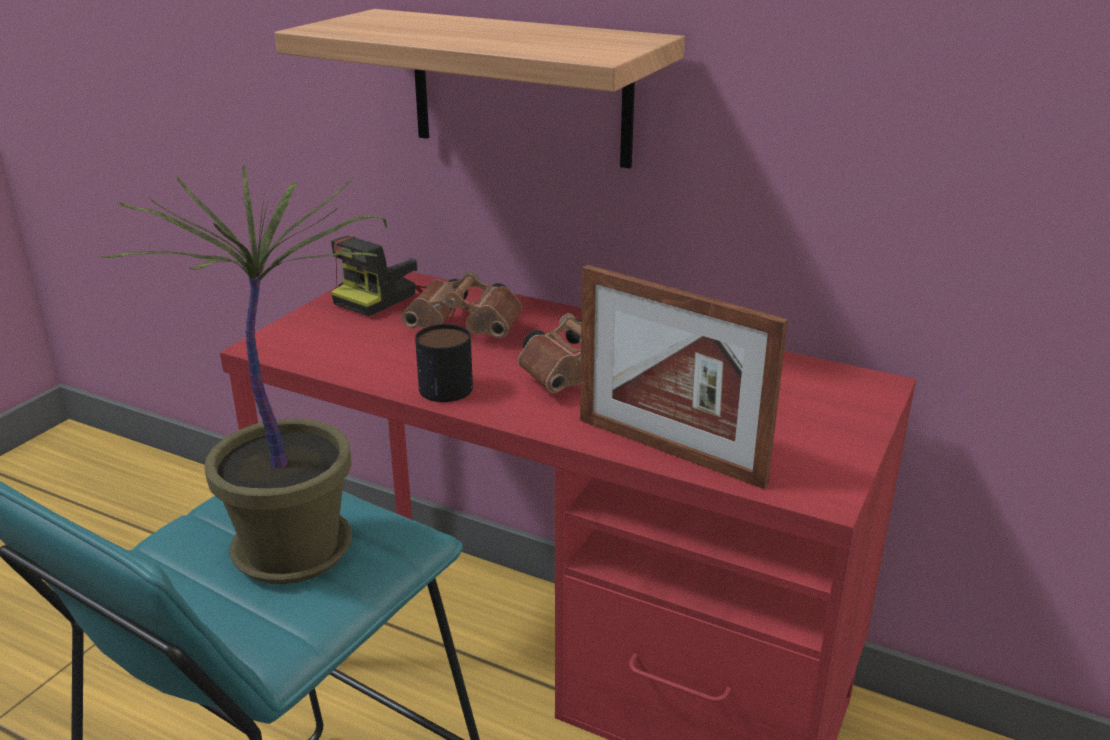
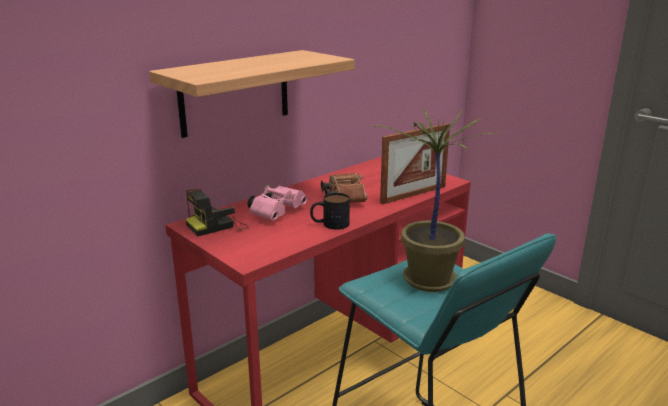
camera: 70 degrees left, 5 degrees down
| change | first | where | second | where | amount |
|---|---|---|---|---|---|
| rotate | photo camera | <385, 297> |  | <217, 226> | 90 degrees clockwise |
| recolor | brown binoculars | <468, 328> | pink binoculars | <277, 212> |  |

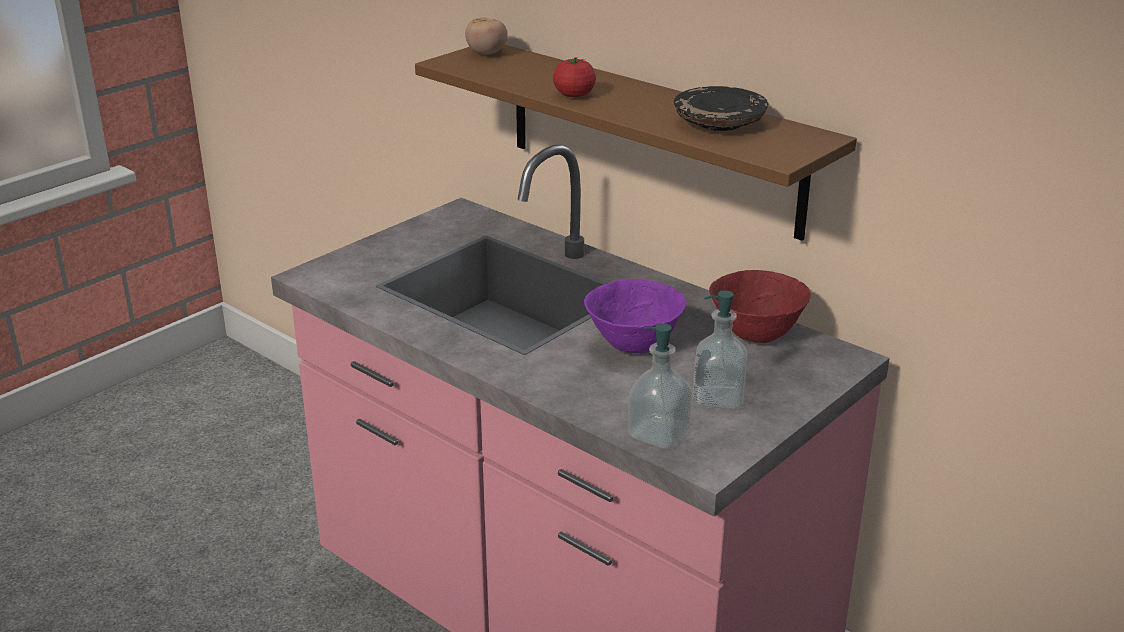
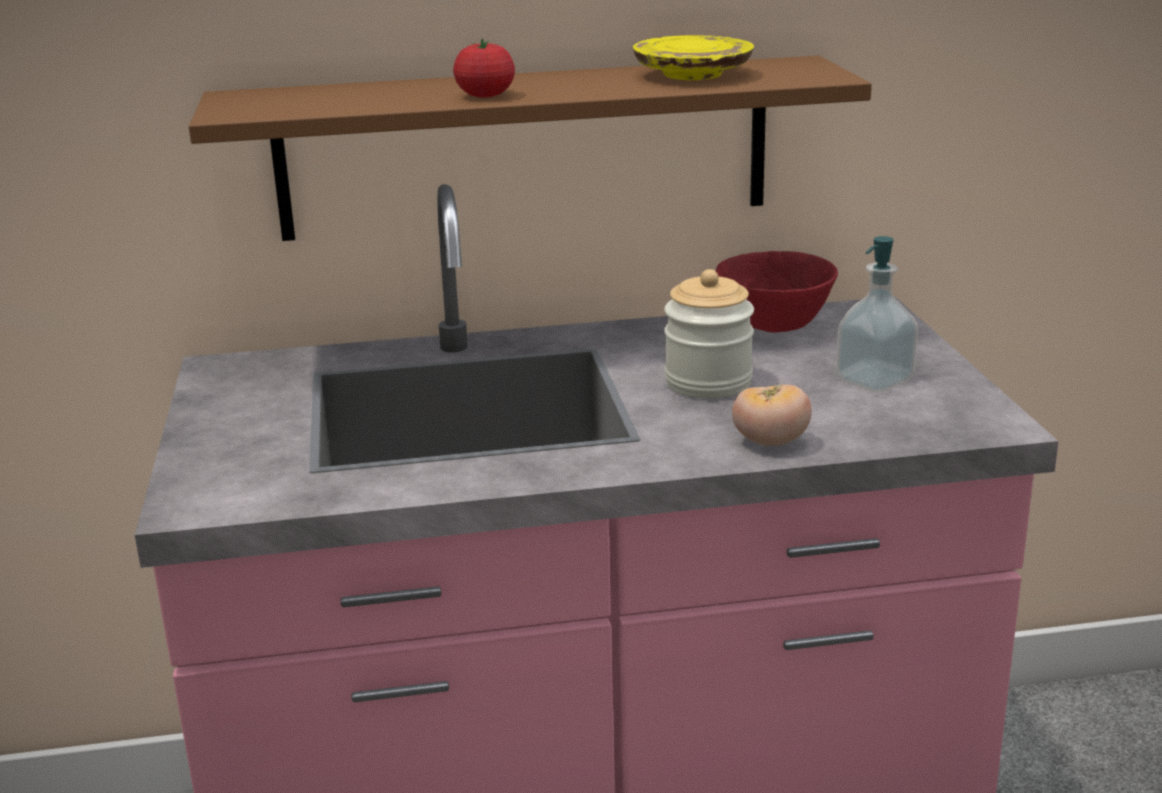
camera: 50 degrees left, 5 degrees down
| change | first | where | second | where | amount |
|---|---|---|---|---|---|
| move | tomato | <486, 53> |  | <770, 442> |  |
| replace | purple bowl | <633, 345> | jar | <708, 383> |  |
| delete | soap dispenser | <658, 434> |  |  |  |
| recolor | black plate | <720, 123> | yellow plate | <693, 75> |  |

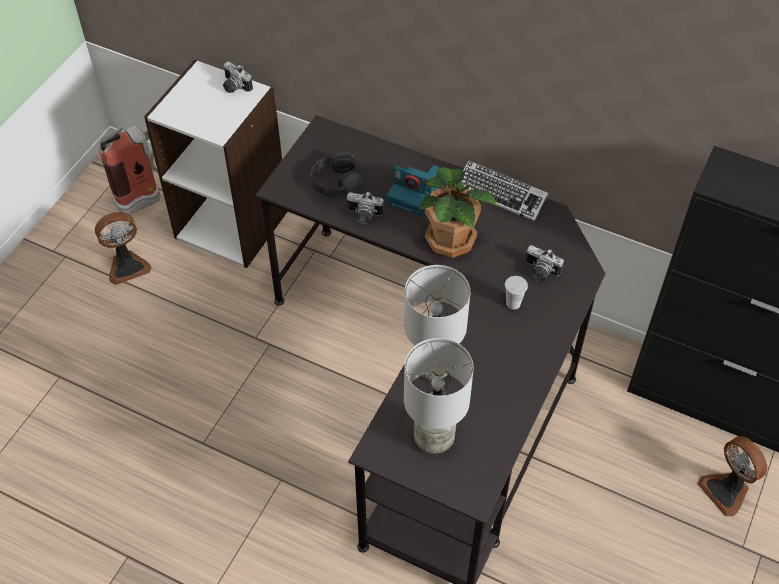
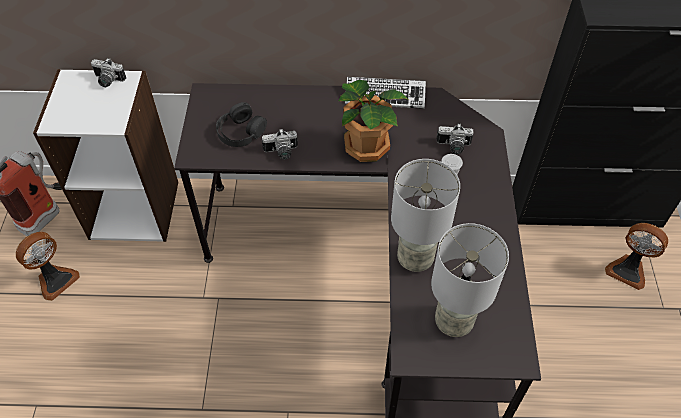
camera: 25 degrees left, 0 degrees up
| change | first | where | second | where | amount |
|---|---|---|---|---|---|
| delete | photo camera | <415, 195> |  |  |  |

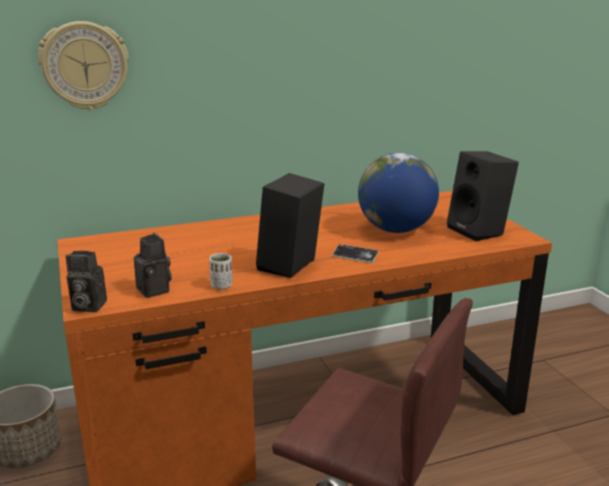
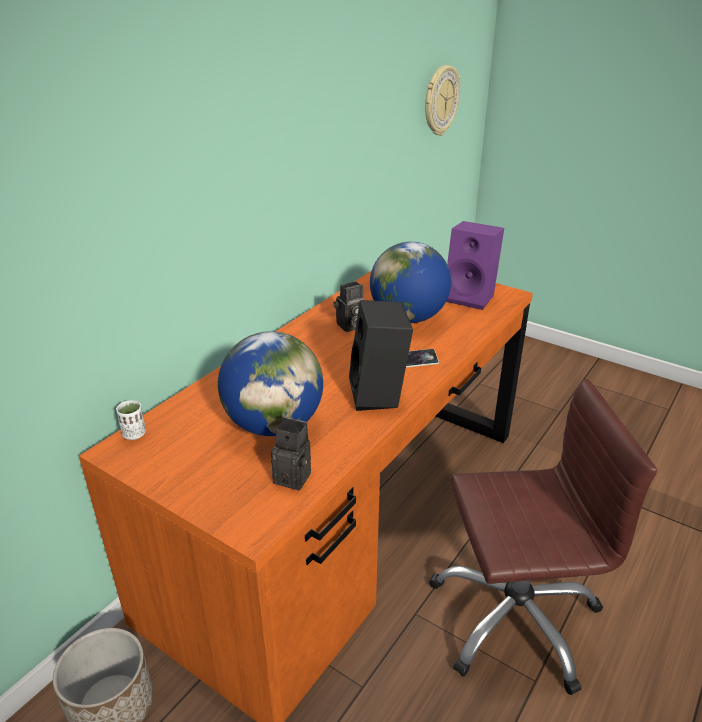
camera: 35 degrees left, 10 degrees up
| change | first | where | second | where | amount |
|---|---|---|---|---|---|
| move | wall clock | <85, 66> |  | <440, 100> |  |
| move | photo camera | <86, 306> |  | <350, 326> |  |
| move | white cup | <221, 286> |  | <134, 434> |  |
| recolor | black speaker | <479, 231> | purple speaker | <471, 297> |  |
| insert |  |  | globe | <274, 425> |  |

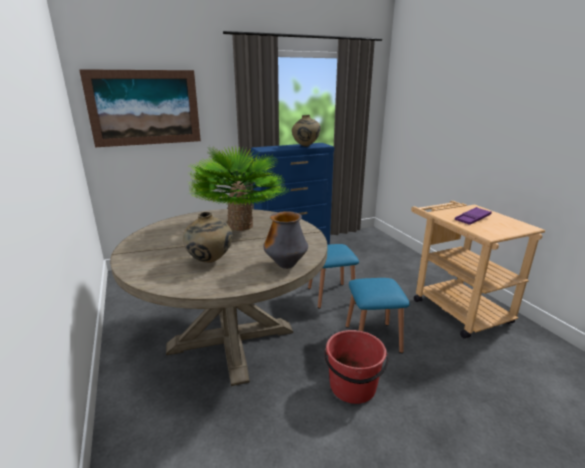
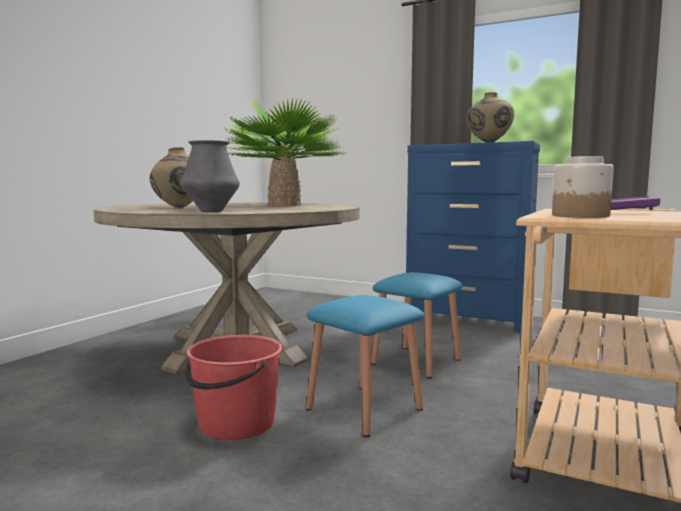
camera: 50 degrees right, 15 degrees down
| change | first | where | second | where | amount |
|---|---|---|---|---|---|
| delete | picture | <145, 108> |  |  |  |
| insert |  |  | jar | <580, 216> |  |

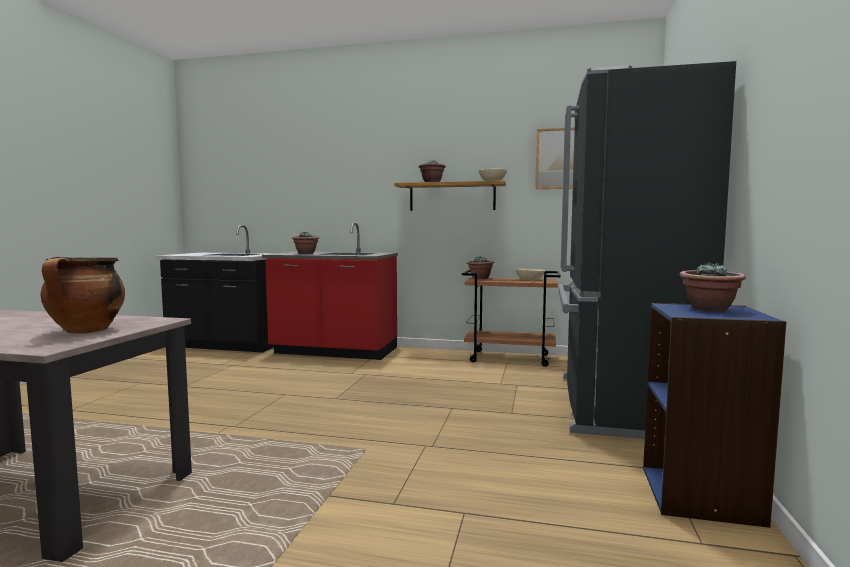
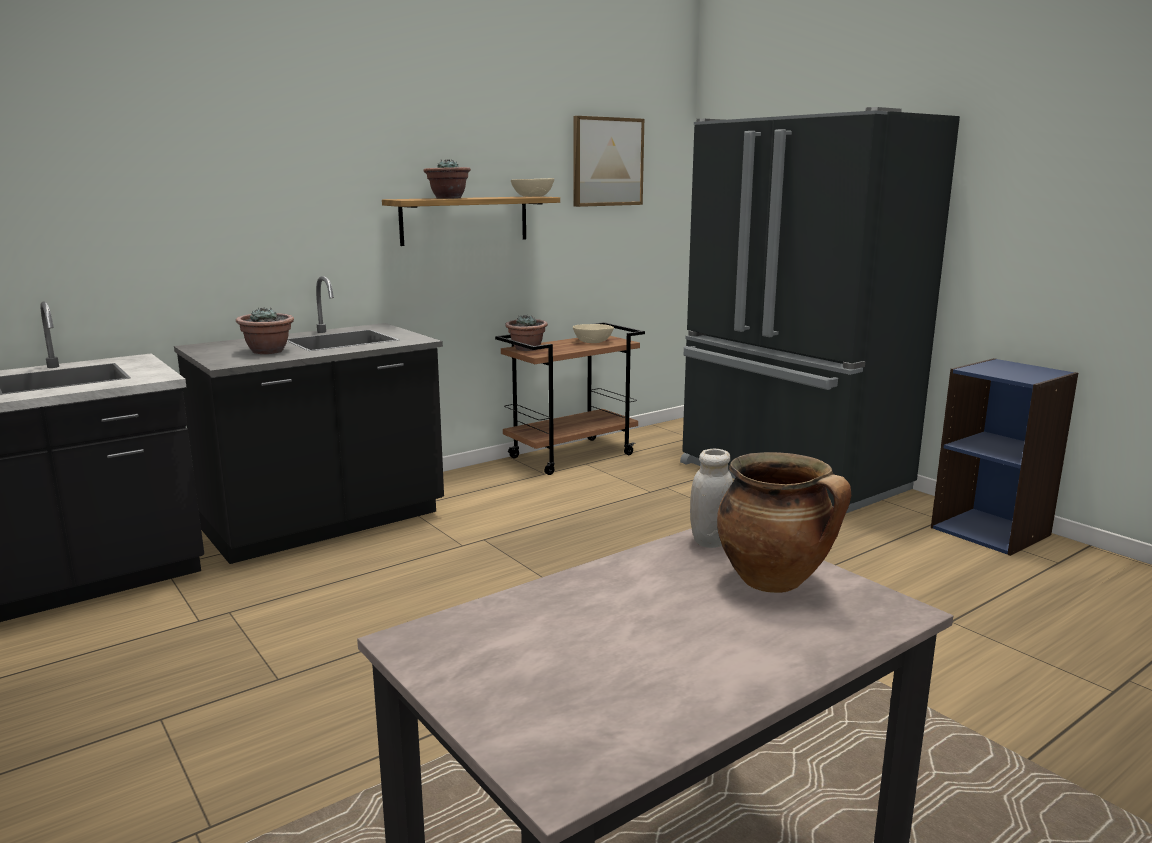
camera: 50 degrees left, 10 degrees up
| change | first | where | second | where | amount |
|---|---|---|---|---|---|
| recolor | red counter | <334, 351> | black counter | <325, 523> |  |
| delete | potted plant | <710, 309> |  |  |  |
| insert |  |  | white jar | <710, 541> |  |

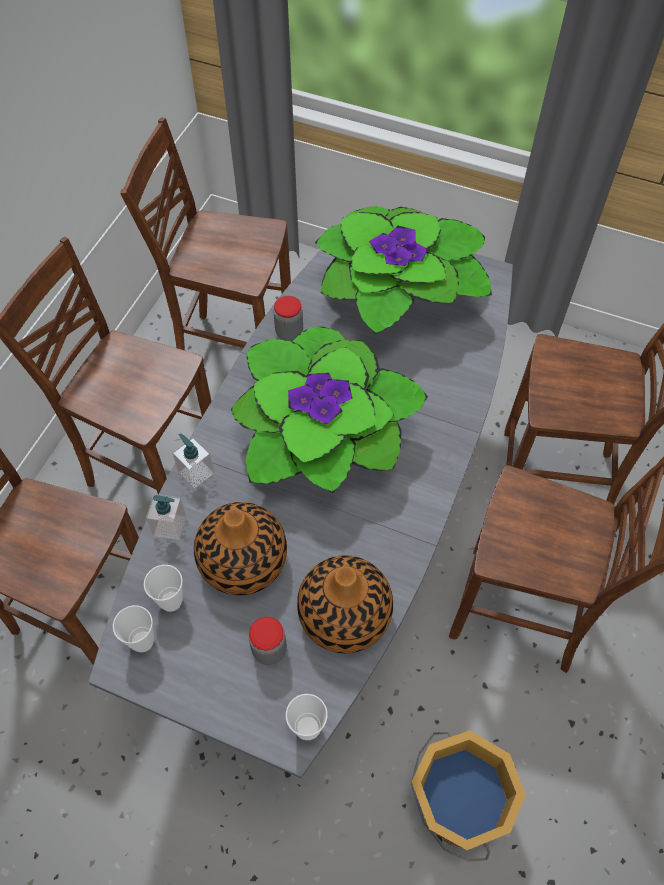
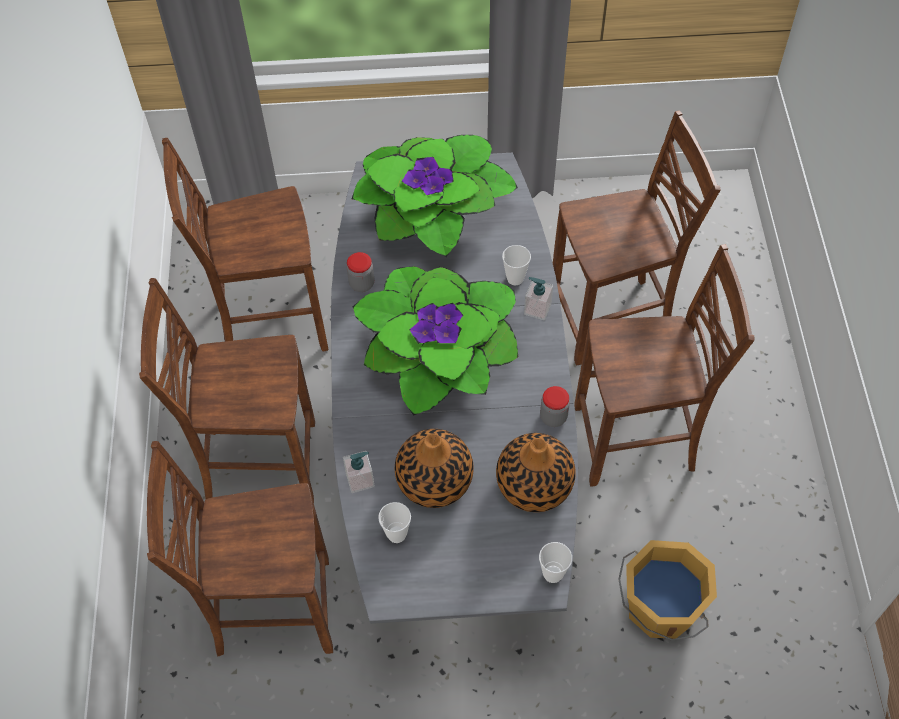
camera: 25 degrees left, 0 degrees up
| change | first | where | second | where | amount |
|---|---|---|---|---|---|
| move | cup | <142, 641> |  | <515, 278> |  |
| move | soap dispenser | <196, 472> |  | <537, 309> |  |
| move | jar | <269, 650> |  | <553, 417> |  |

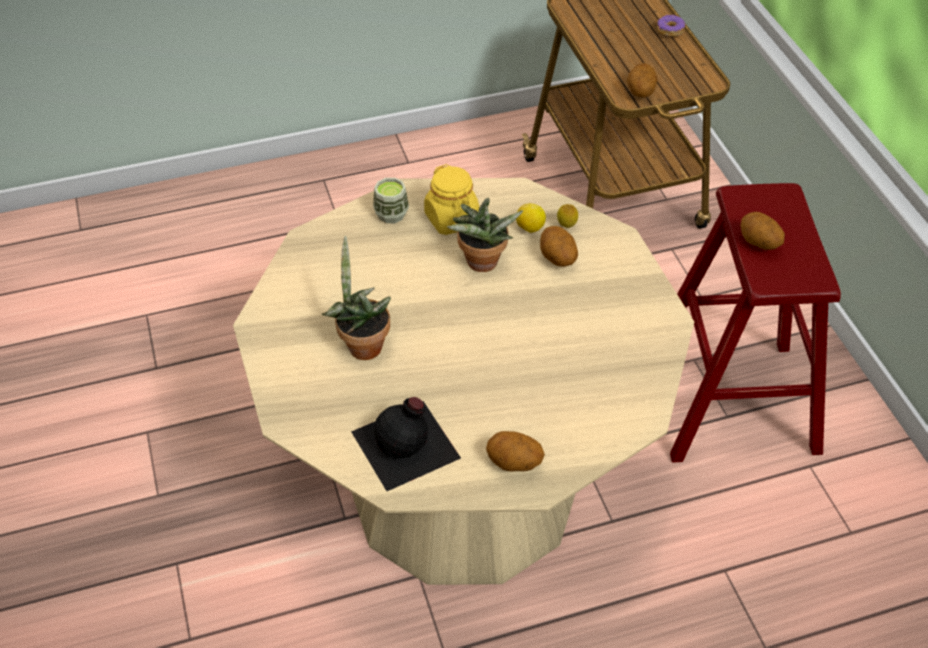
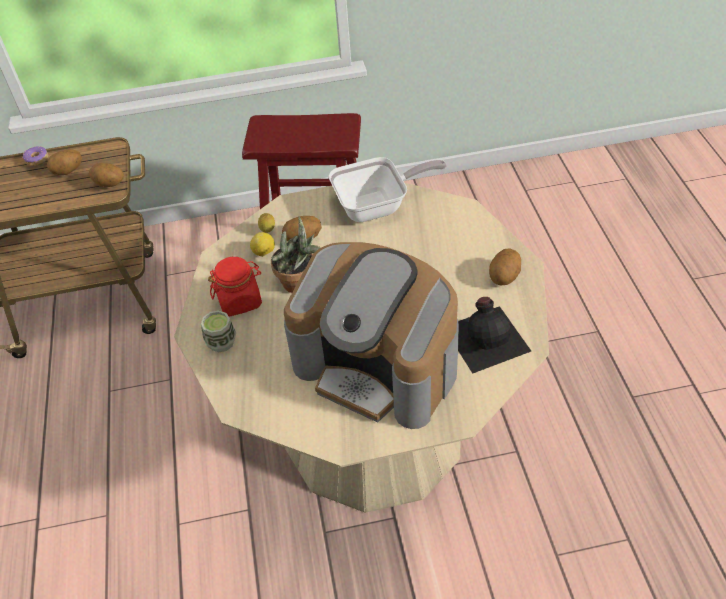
camera: 80 degrees left, 0 degrees up
| change | first | where | second | where | amount |
|---|---|---|---|---|---|
| replace | potted plant | <361, 345> | coffee machine | <378, 365> |  |
| recolor | yellow jar | <452, 219> | red jar | <240, 300> |  |
| move | potato | <758, 244> |  | <68, 171> |  |
| insert |  |  | frying pan | <378, 206> |  |

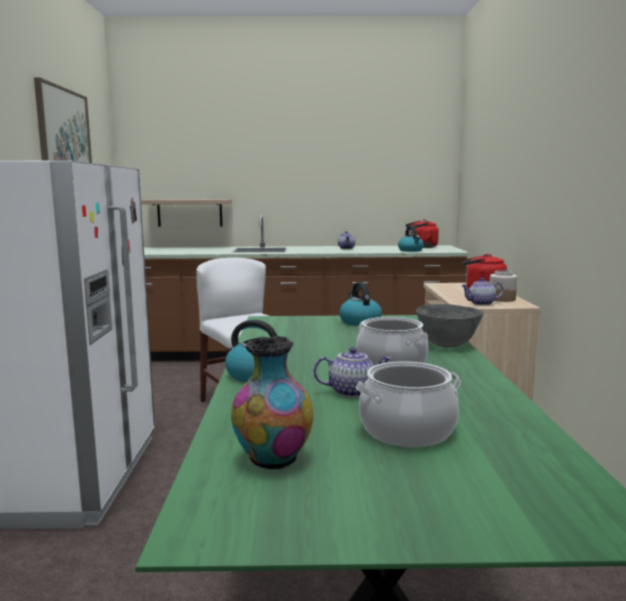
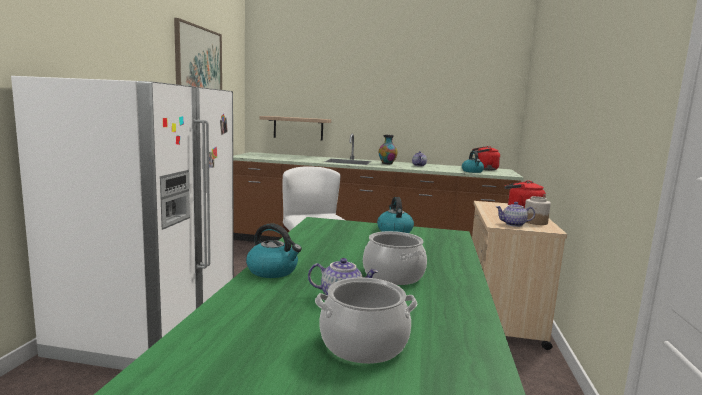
camera: 10 degrees right, 0 degrees up
| change | first | where | second | where | amount |
|---|---|---|---|---|---|
| move | vase | <272, 460> |  | <387, 163> |  |
| delete | grey bowl | <447, 345> |  |  |  |

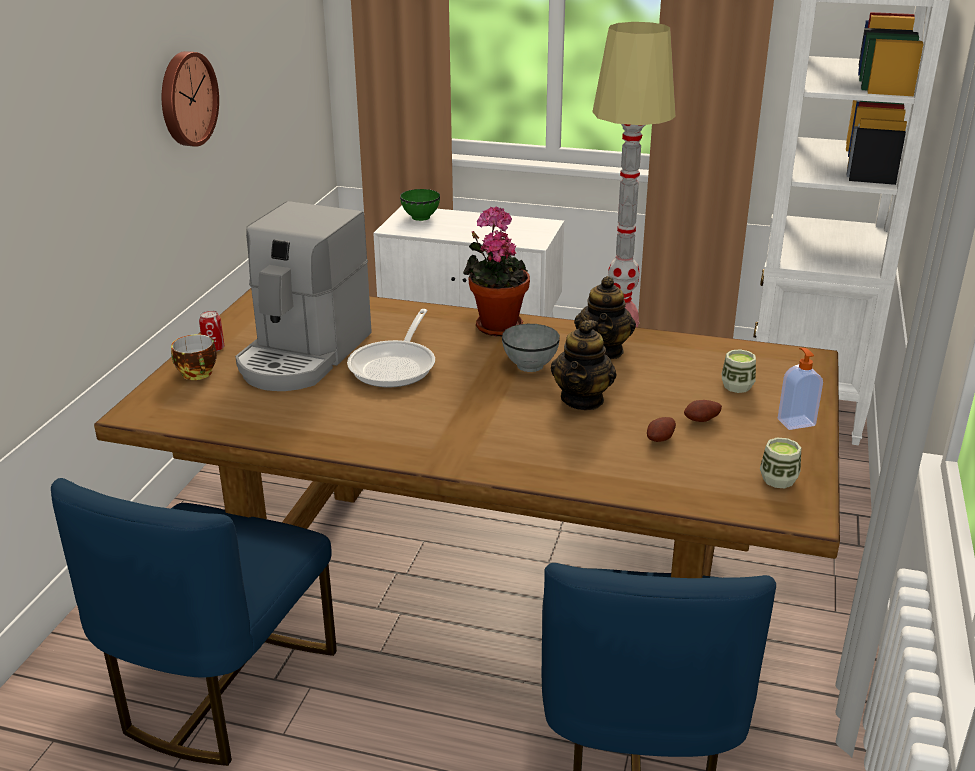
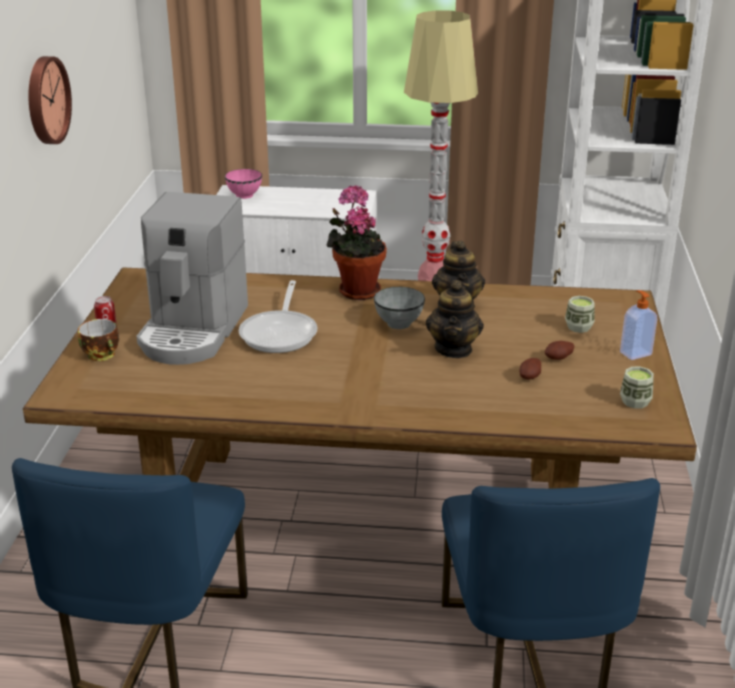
camera: 10 degrees left, 0 degrees up
| change | first | where | second | where | amount |
|---|---|---|---|---|---|
| recolor | green bowl | <420, 217> | pink bowl | <244, 195> |  |

